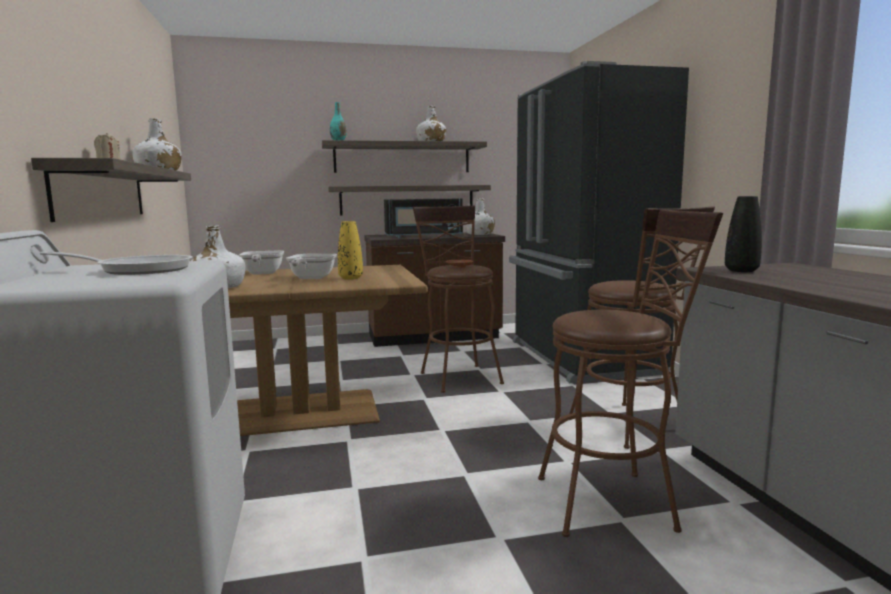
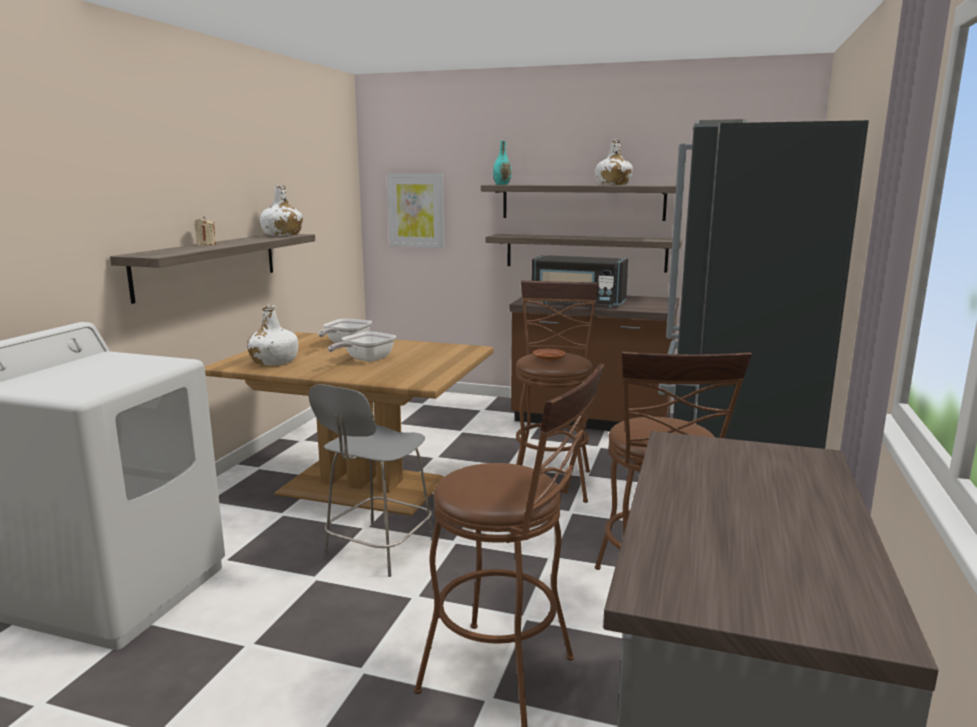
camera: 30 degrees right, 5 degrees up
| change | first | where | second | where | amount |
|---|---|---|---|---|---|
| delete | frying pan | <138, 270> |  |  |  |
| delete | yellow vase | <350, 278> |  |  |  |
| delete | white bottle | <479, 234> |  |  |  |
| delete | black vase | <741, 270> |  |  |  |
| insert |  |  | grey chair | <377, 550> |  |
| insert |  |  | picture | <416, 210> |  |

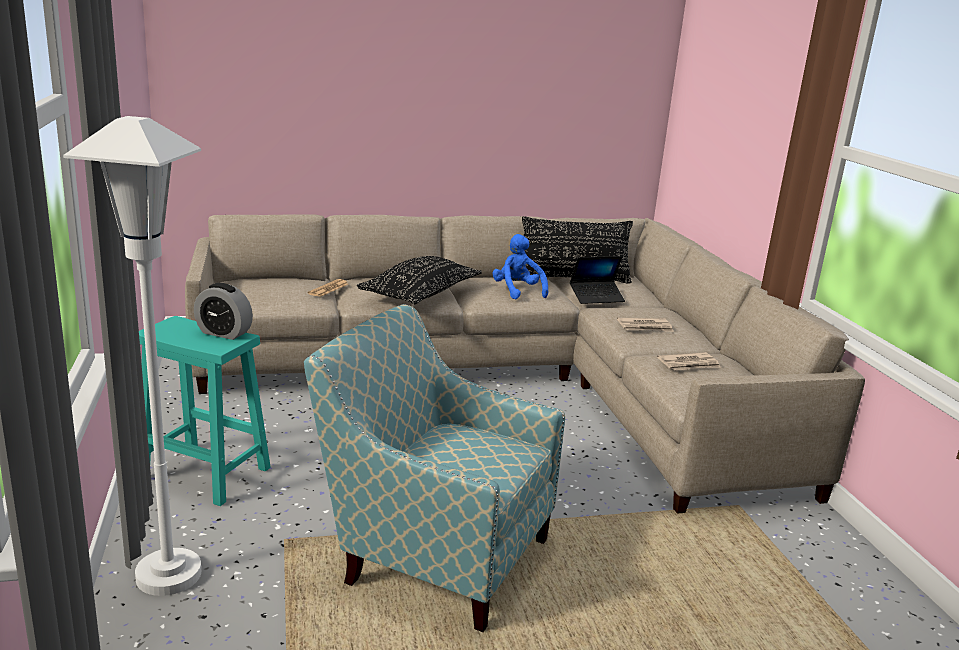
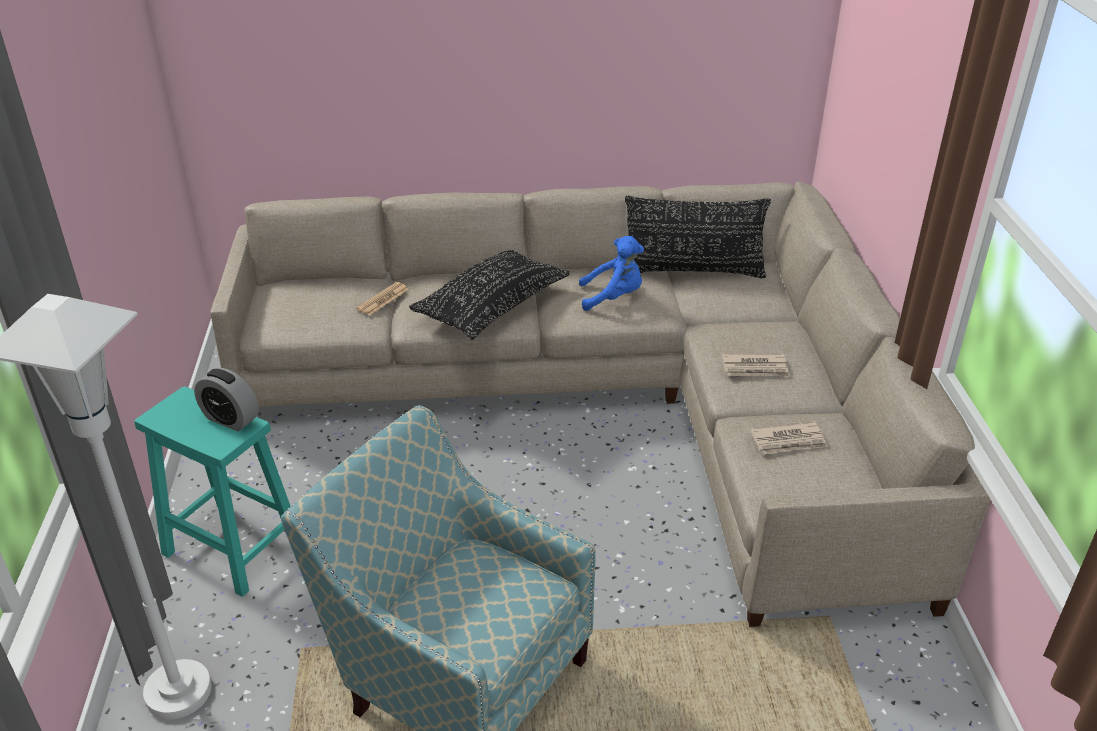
camera: 10 degrees right, 15 degrees up
| change | first | where | second | where | amount |
|---|---|---|---|---|---|
| rotate | blue plush toy | <517, 291> |  | <613, 297> | 105 degrees clockwise |
| delete | laptop | <596, 297> |  |  |  |

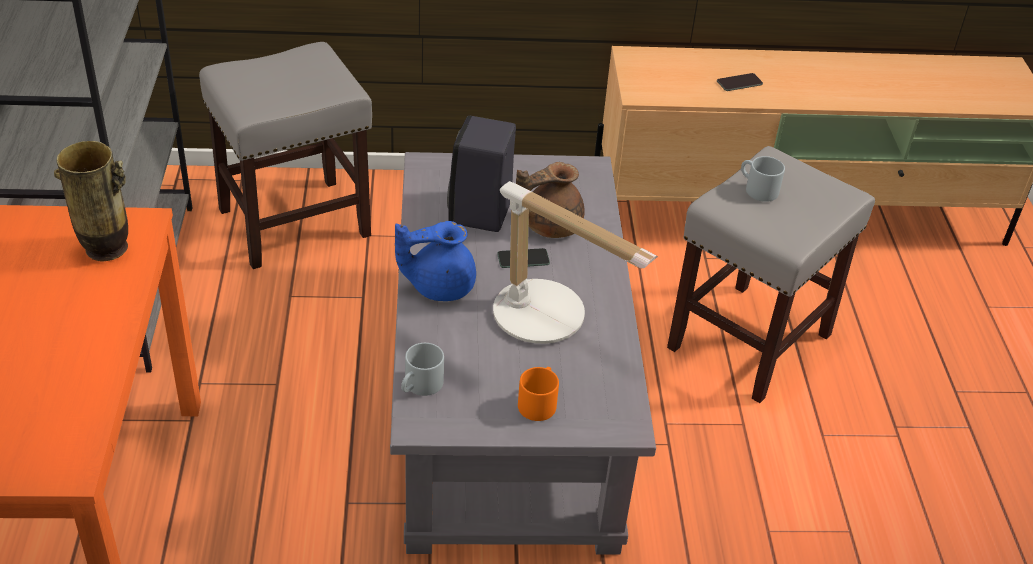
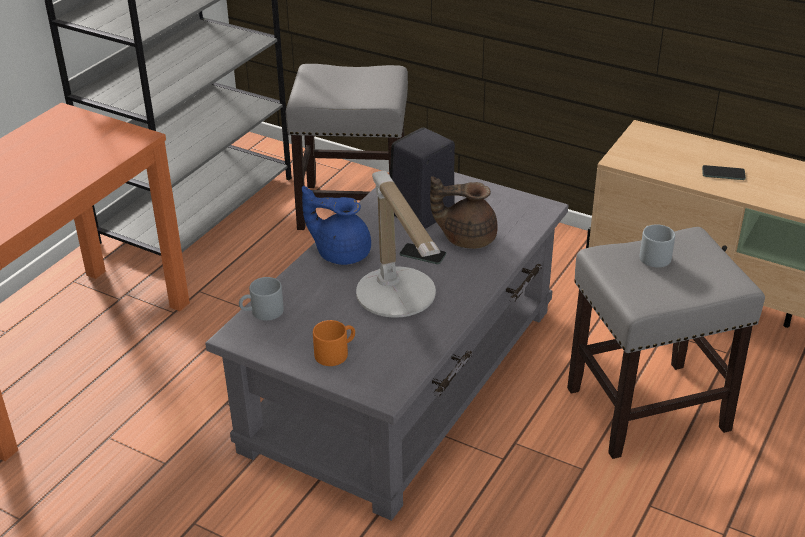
camera: 35 degrees right, 5 degrees down
| change | first | where | second | where | amount |
|---|---|---|---|---|---|
| delete | vase | <106, 249> |  |  |  |

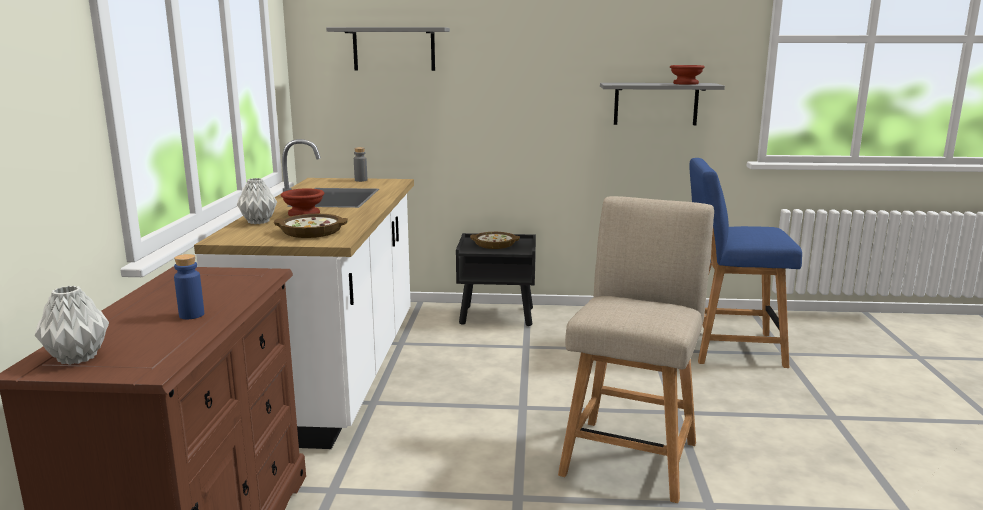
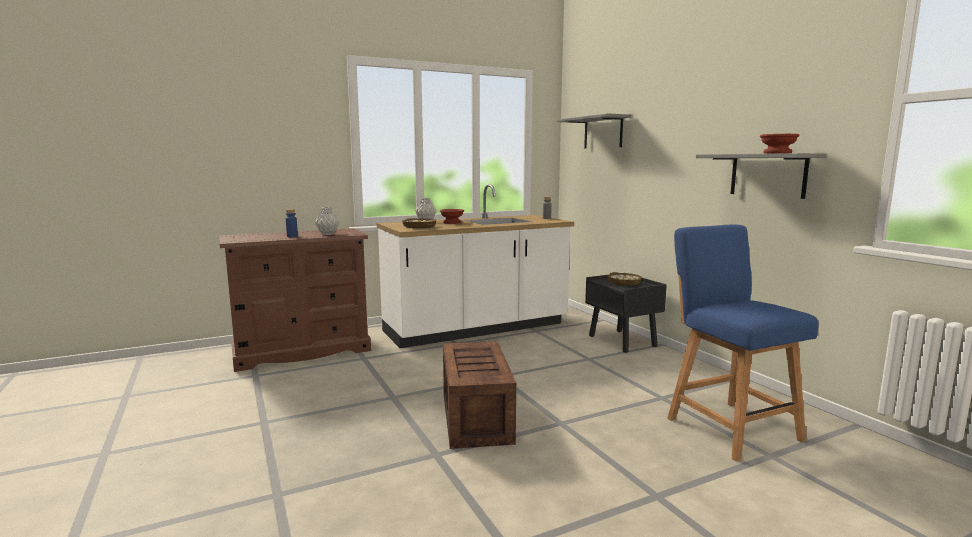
camera: 60 degrees right, 5 degrees down
| change | first | where | second | where | amount |
|---|---|---|---|---|---|
| move | grey vase | <77, 358> |  | <327, 234> |  |
| replace | beige chair | <631, 454> | crate | <476, 418> |  |

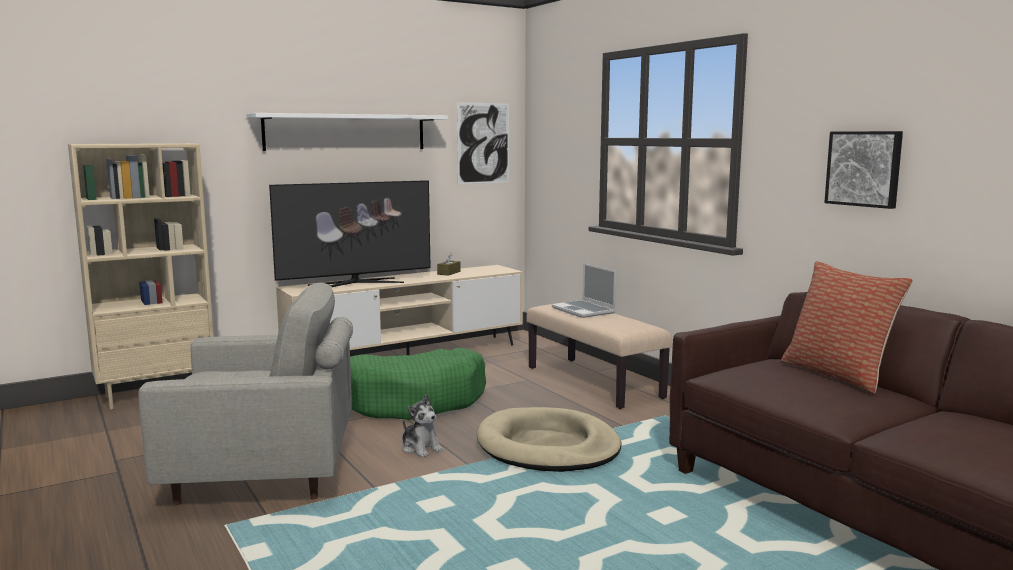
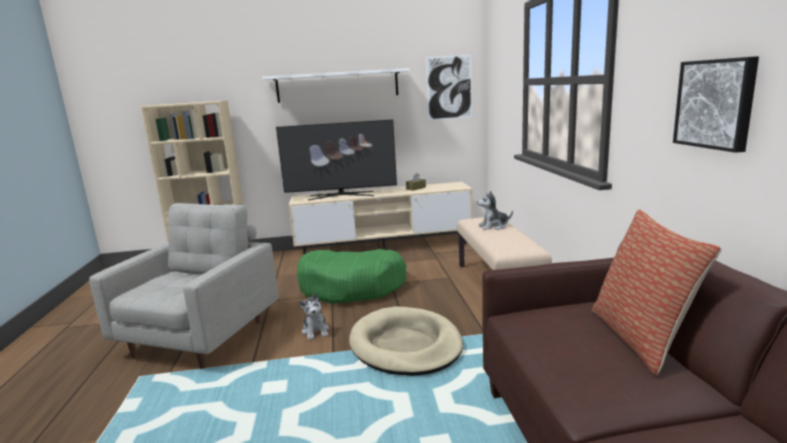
camera: 25 degrees right, 5 degrees up
| change | first | where | second | where | amount |
|---|---|---|---|---|---|
| rotate | grey armchair | <264, 475> |  | <202, 337> | 90 degrees counterclockwise |
| replace | laptop | <584, 310> | plush toy | <494, 226> |  |

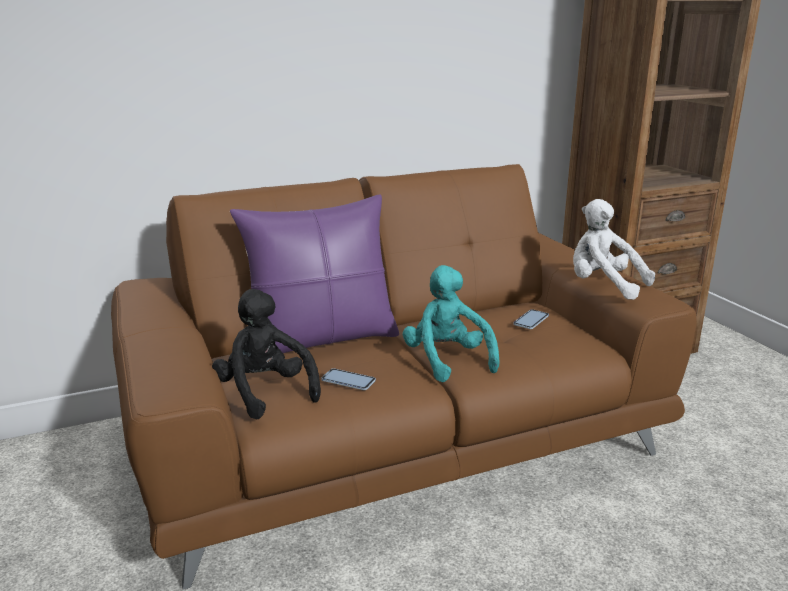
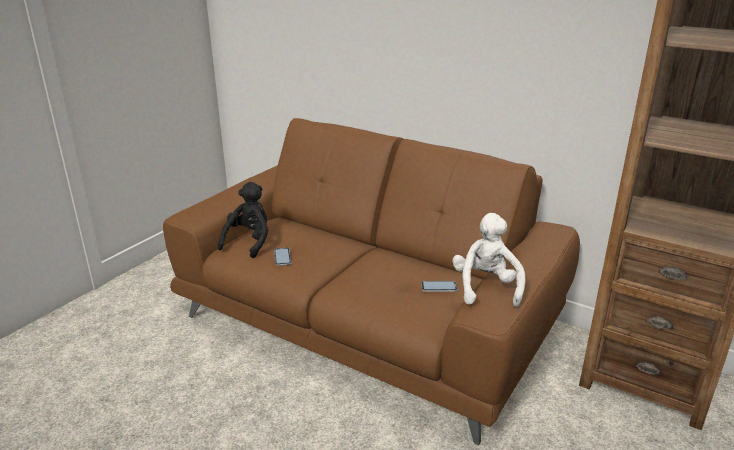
camera: 55 degrees right, 5 degrees up
| change | first | where | second | where | amount |
|---|---|---|---|---|---|
| delete | purple pillow | <322, 339> |  |  |  |
| delete | turquoise plush toy | <447, 360> |  |  |  |

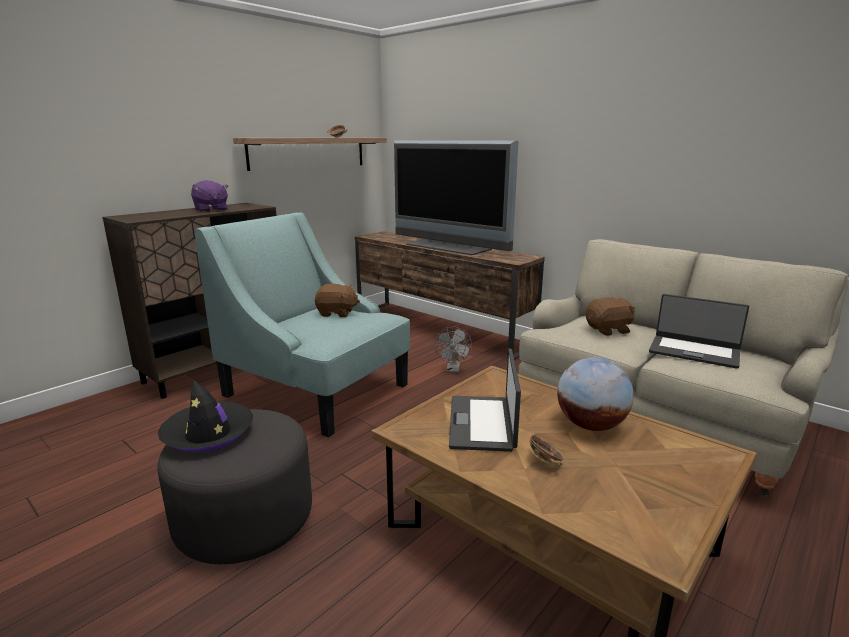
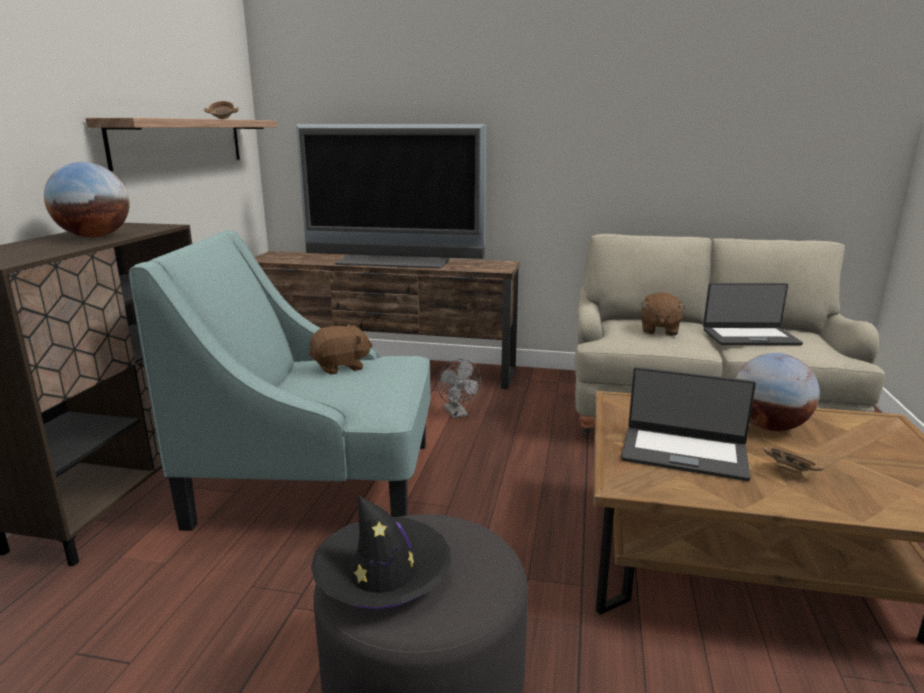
camera: 30 degrees left, 0 degrees up
| change | first | where | second | where | amount |
|---|---|---|---|---|---|
| replace | purple plush toy | <210, 210> | globe | <95, 237> |  |
| rotate | laptop | <483, 423> |  | <684, 452> | 45 degrees counterclockwise |
| rotate | brown plush toy | <608, 330> |  | <659, 330> | 150 degrees clockwise |

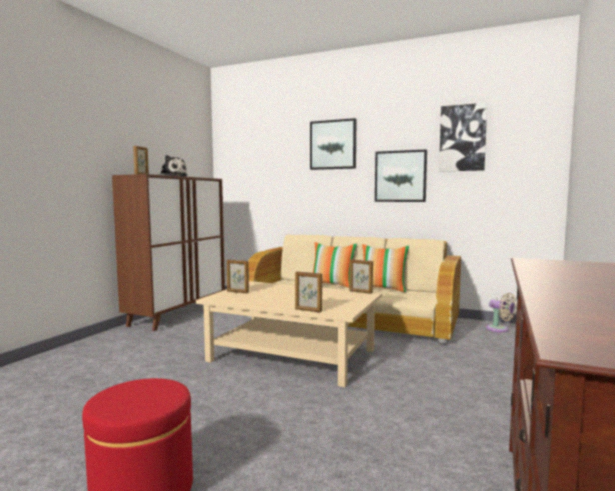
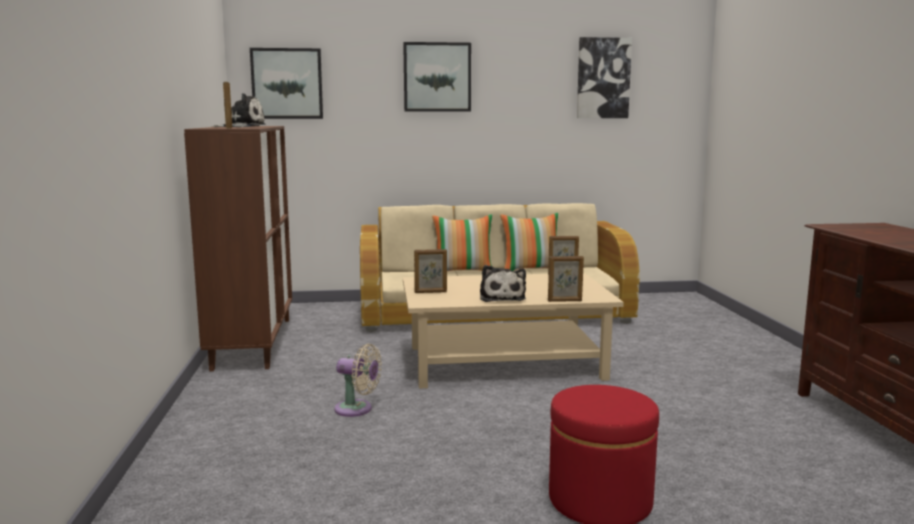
camera: 30 degrees left, 5 degrees up
| change | first | where | second | where | amount |
|---|---|---|---|---|---|
| move | picture | <400, 176> |  | <287, 83> |  |
| move | beige fan | <499, 329> |  | <357, 409> |  |
| insert |  |  | plush toy | <501, 297> |  |

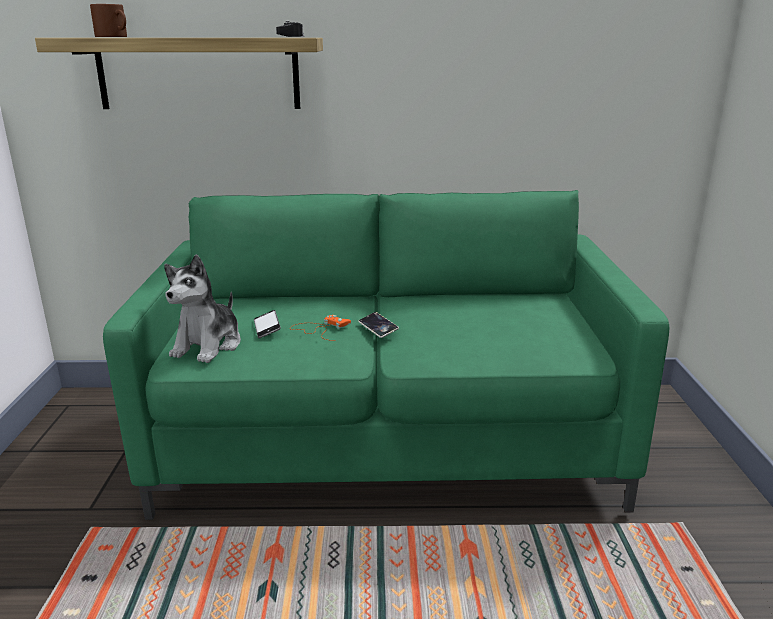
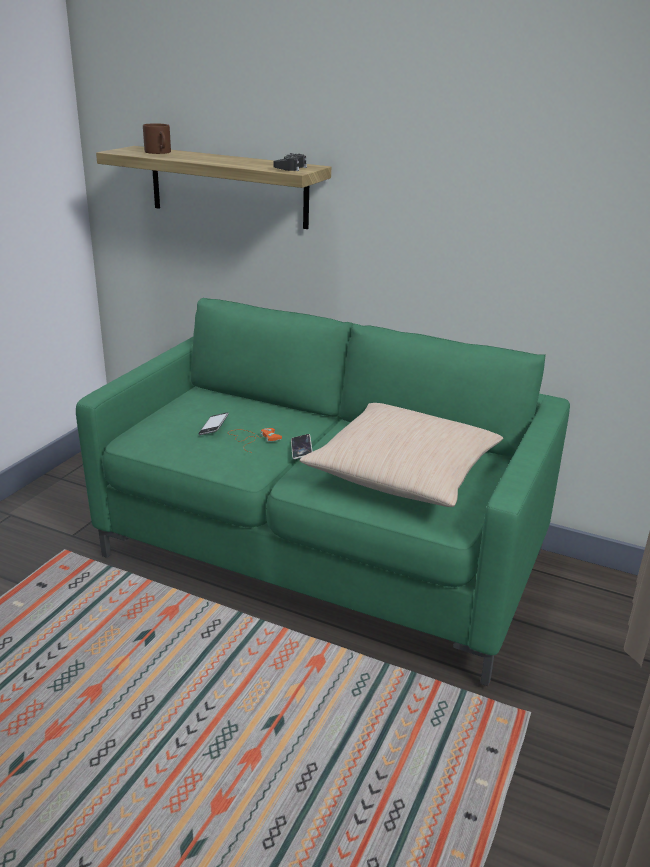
camera: 25 degrees right, 5 degrees up
| change | first | where | second | where | amount |
|---|---|---|---|---|---|
| delete | plush toy | <208, 346> |  |  |  |
| insert |  |  | beige pillow | <403, 472> |  |

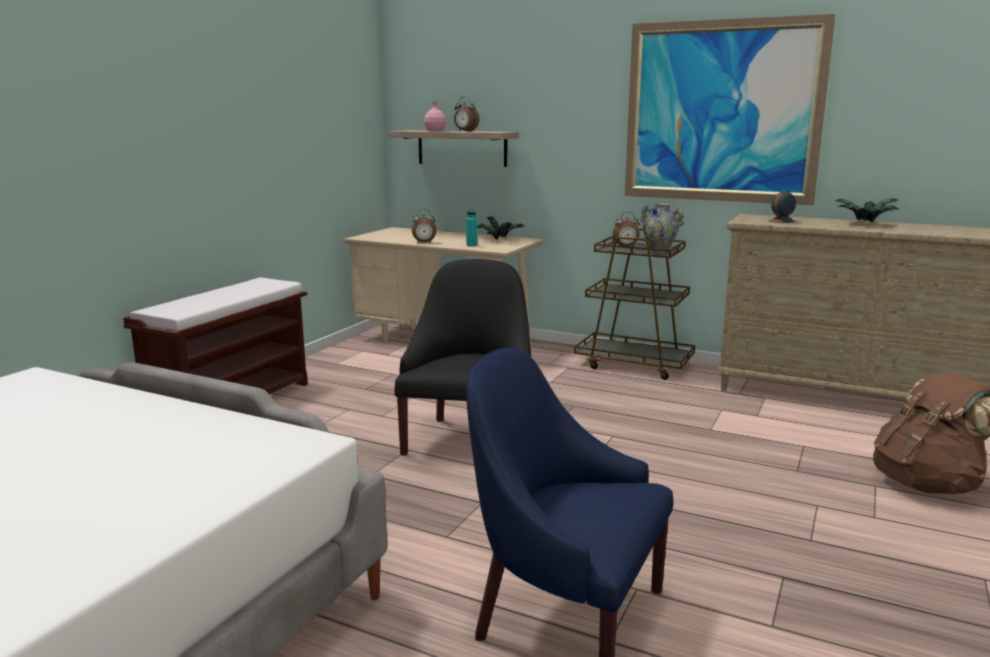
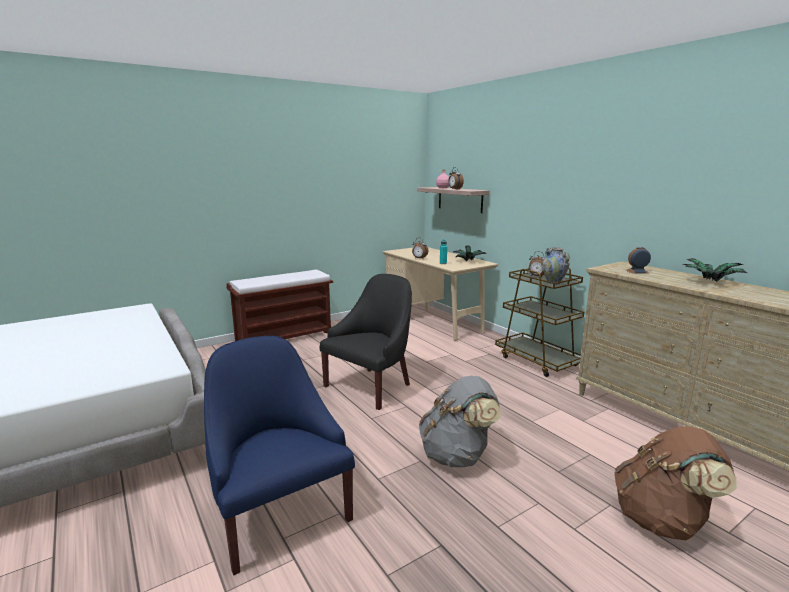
camera: 30 degrees right, 0 degrees up
| change | first | where | second | where | amount |
|---|---|---|---|---|---|
| delete | picture | <721, 112> |  |  |  |
| insert |  |  | grey backpack | <457, 455> |  |

